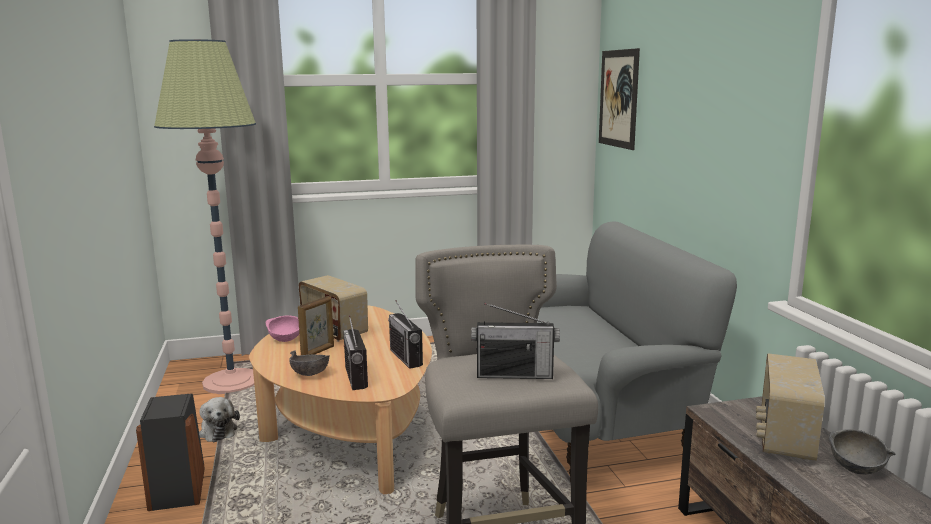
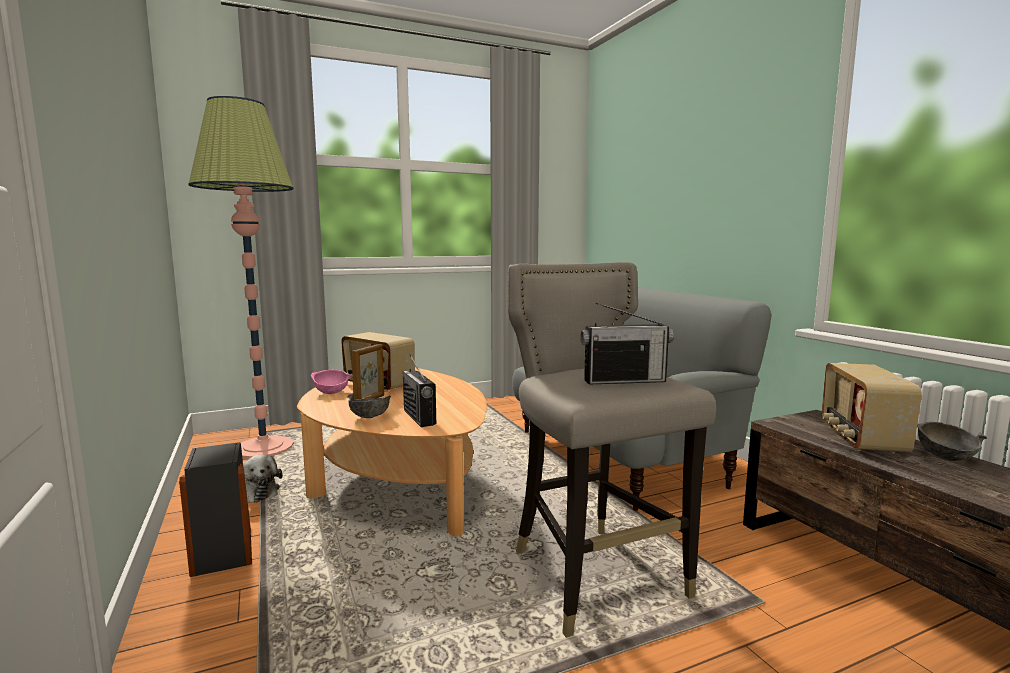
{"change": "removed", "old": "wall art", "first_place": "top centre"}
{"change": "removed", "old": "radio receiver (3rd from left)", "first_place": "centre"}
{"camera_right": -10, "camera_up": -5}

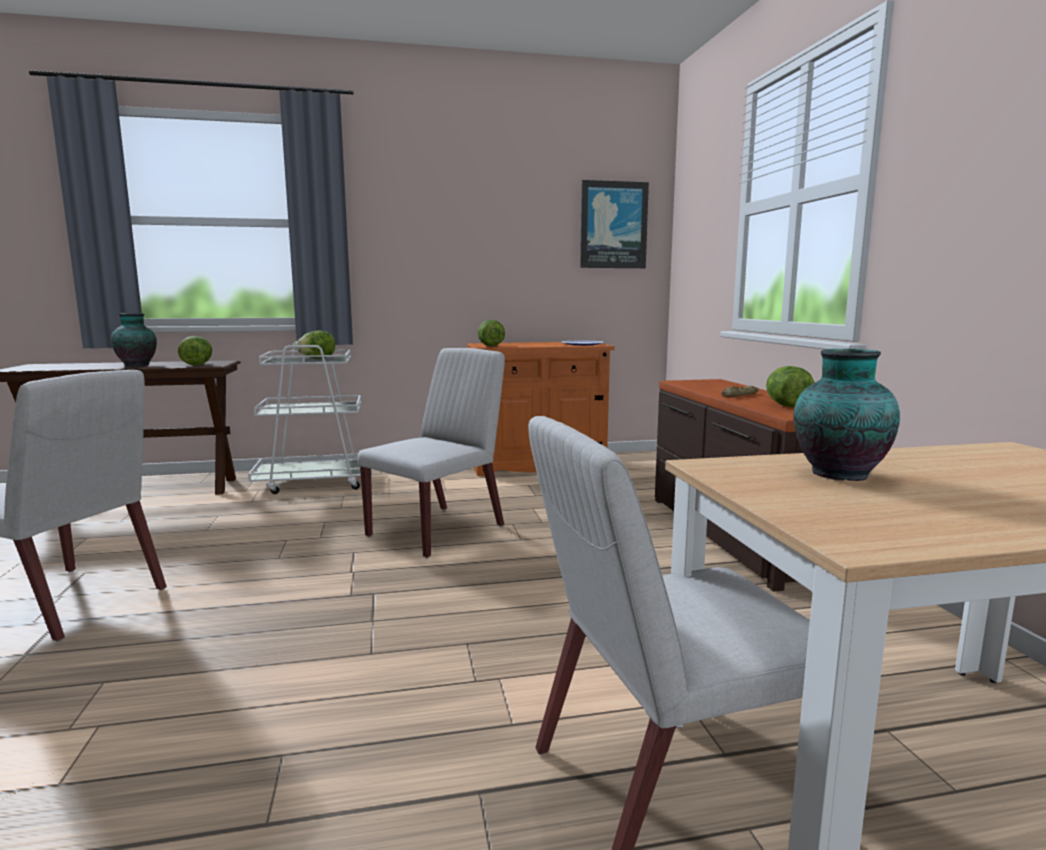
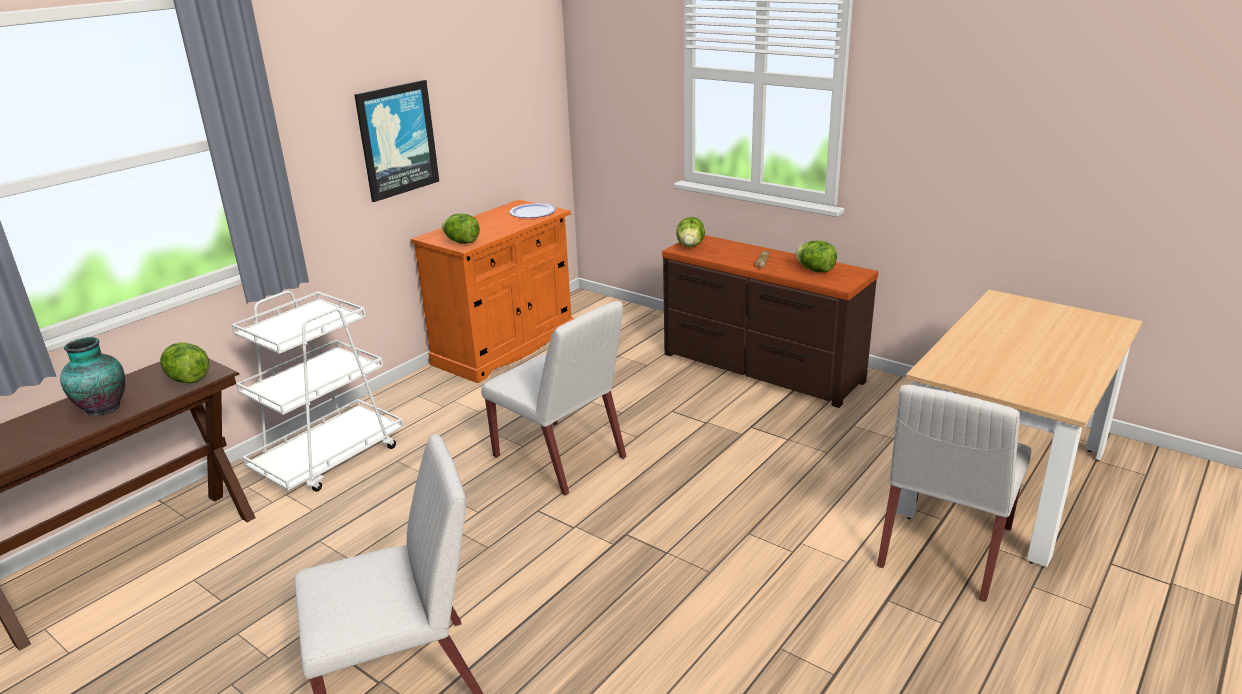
{"change": "moved", "old": "wall art", "first_place": "top centre", "second_place": "top left"}
{"change": "moved", "old": "lettuce head (2nd from left in the first image)", "new": "lettuce head (3rd from left)", "first_place": "middle left", "second_place": "centre"}
{"change": "turned", "old": "upright chair (white-coloured) (2nd from left)", "first_place": "centre", "second_place": "centre", "degrees": 135}
{"change": "removed", "old": "vase (2nd from left)", "first_place": "middle right"}
{"camera_right": -40, "camera_up": 15}

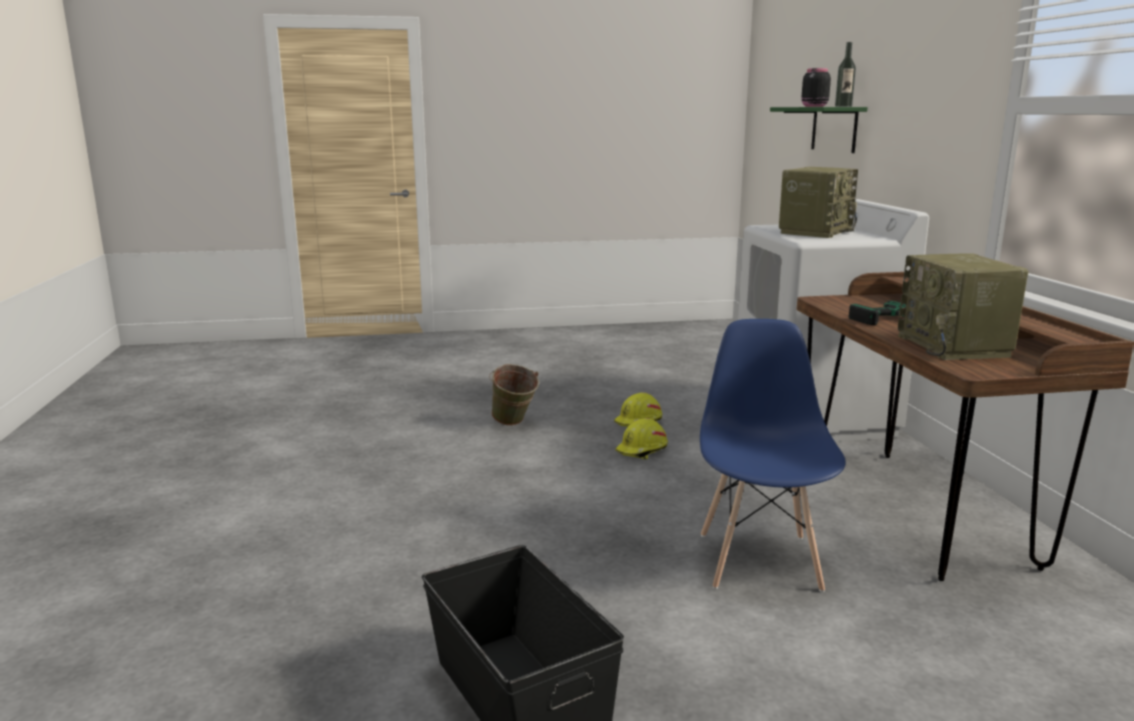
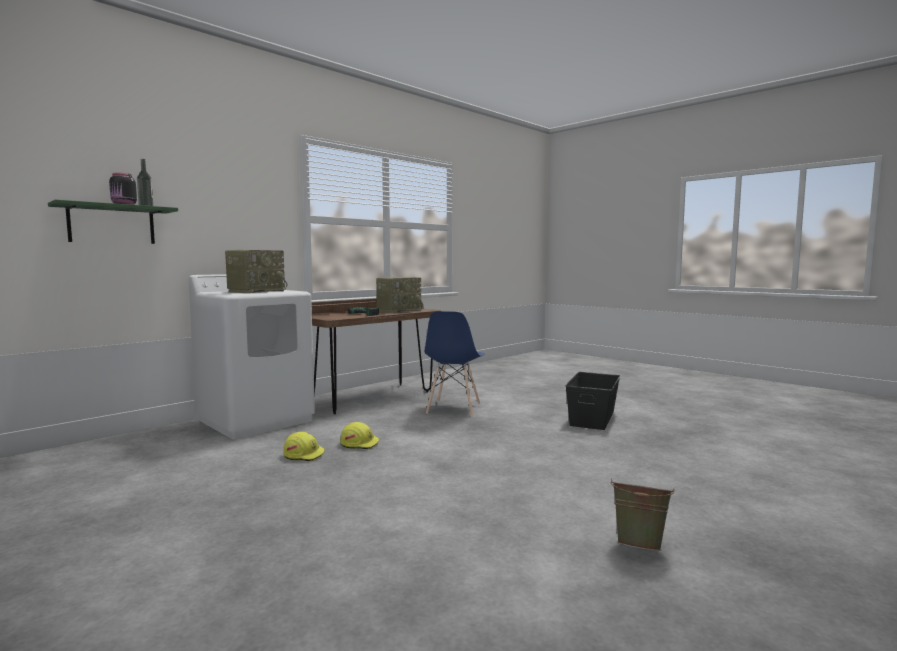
{"change": "turned", "old": "radio receiver (1st from left)", "first_place": "top right", "second_place": "middle left", "degrees": 120}
{"change": "turned", "old": "upright chair (bluish)", "first_place": "middle right", "second_place": "centre", "degrees": -45}
{"change": "moved", "old": "water bucket (greenish)", "first_place": "centre", "second_place": "bottom right"}
{"camera_right": -125, "camera_up": -10}

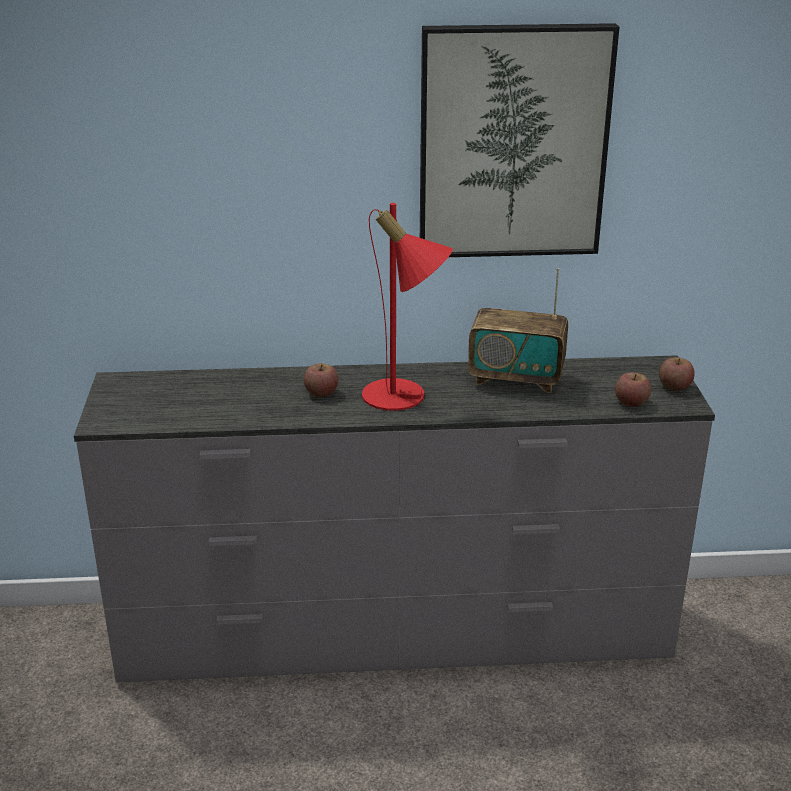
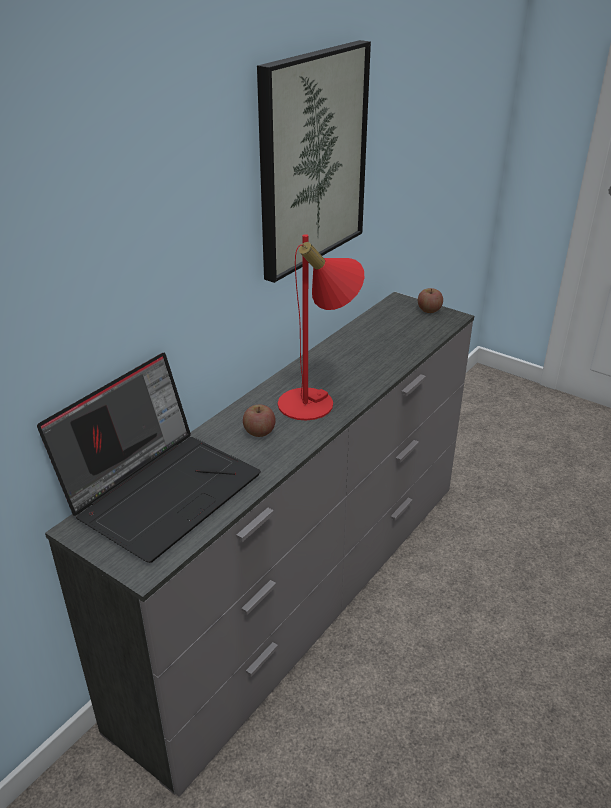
{"change": "removed", "old": "radio receiver", "first_place": "centre"}
{"change": "removed", "old": "apple (2nd from left)", "first_place": "middle right"}
{"change": "added", "new": "laptop", "second_place": "middle left"}
{"camera_right": -50, "camera_up": 5}

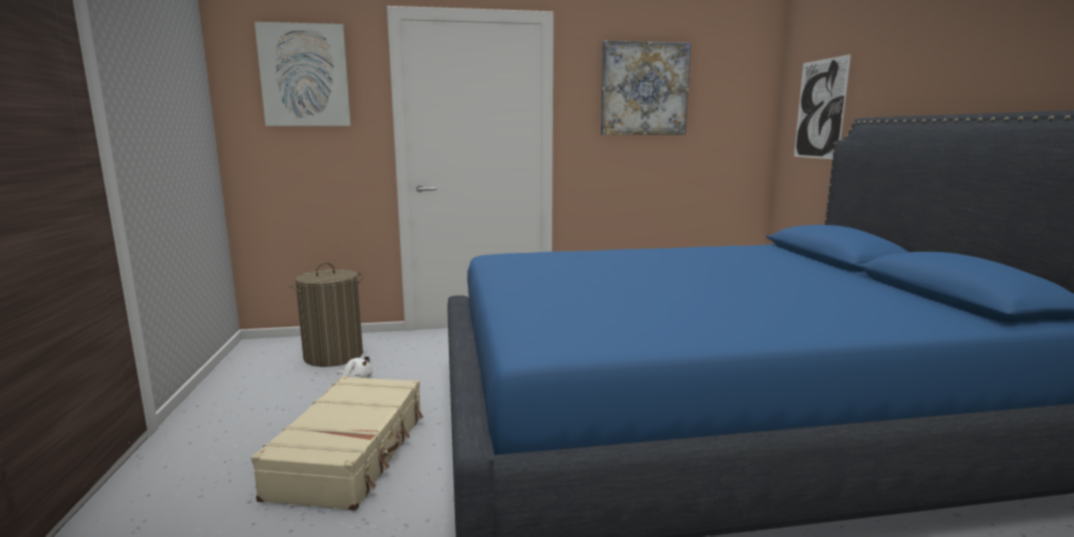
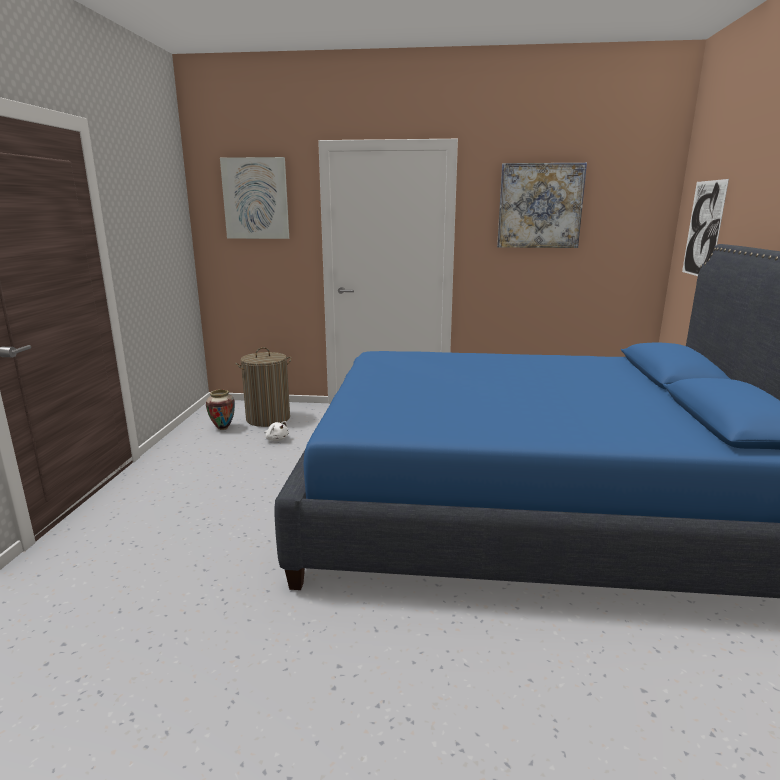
{"change": "removed", "old": "piece of luggage (sand-coloured)", "first_place": "bottom left"}
{"change": "added", "new": "vase", "second_place": "middle left"}
{"camera_right": 15, "camera_up": 5}

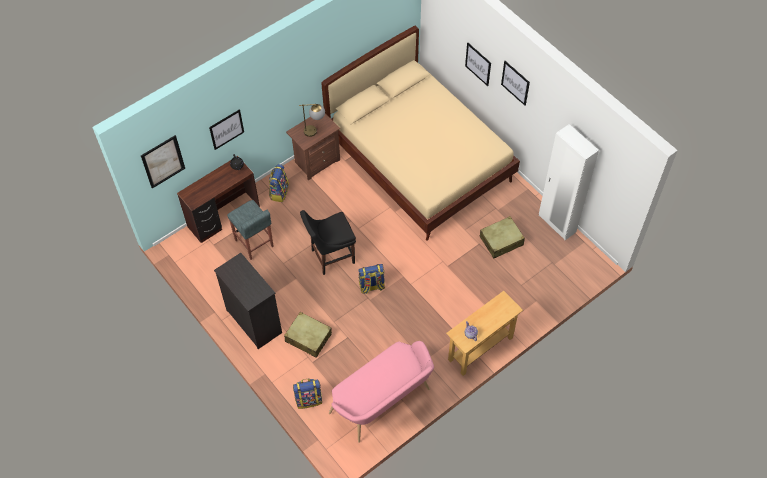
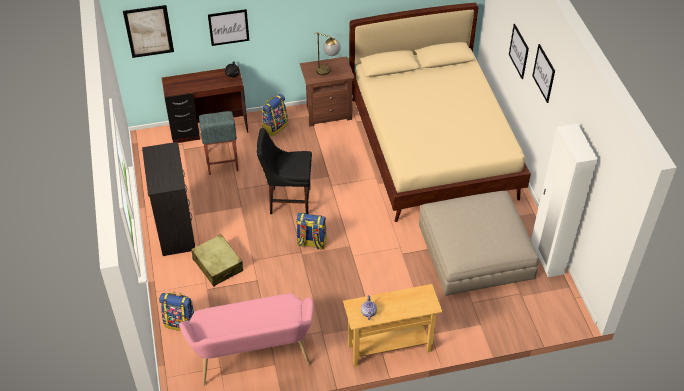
{"change": "replaced", "old": "piece of luggage (sand-coloured) (2nd from left)", "new": "ottoman (sand-coloured)", "first_place": "centre", "second_place": "middle right"}
{"camera_right": 25, "camera_up": -10}

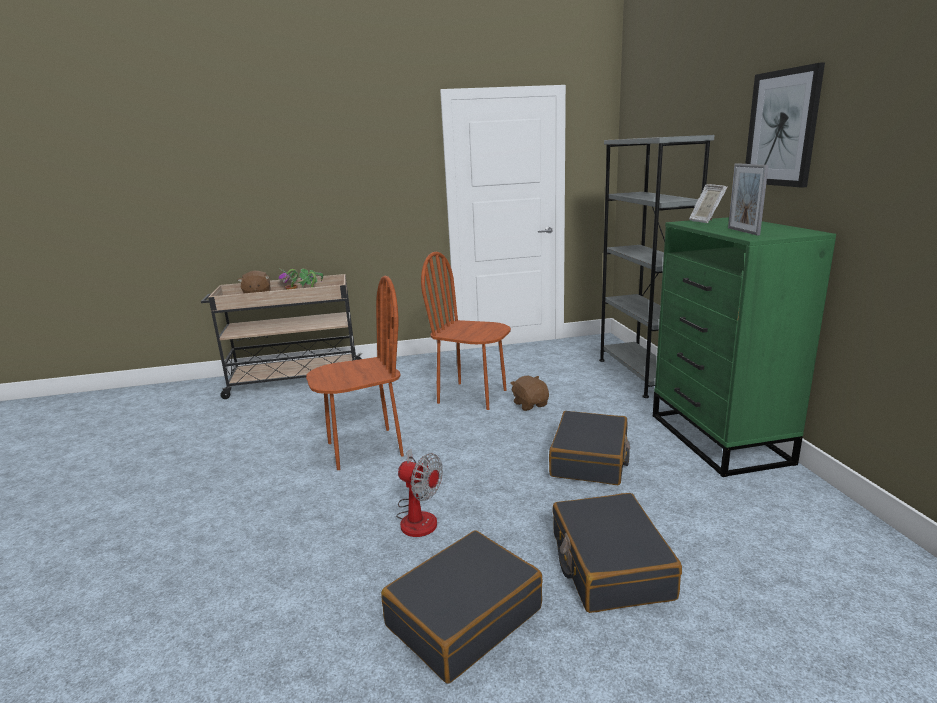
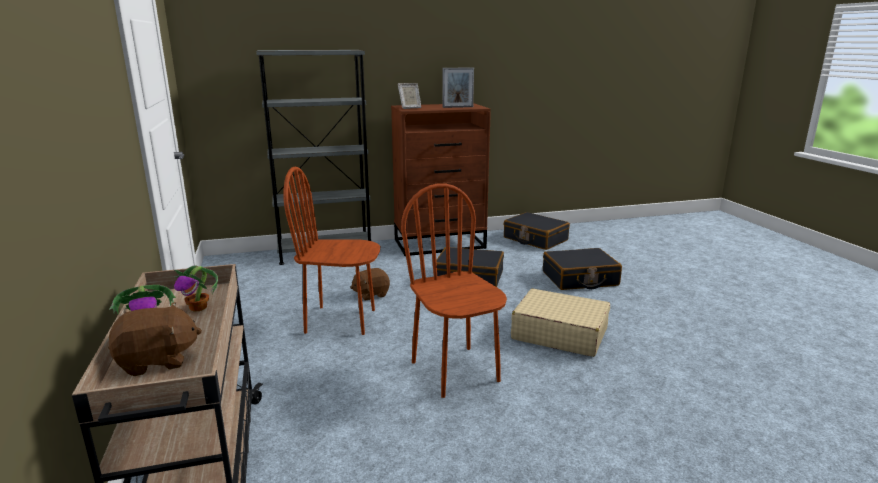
{"change": "removed", "old": "wall art", "first_place": "top right"}
{"change": "recoloured", "old": "dresser (greenish)", "new": "dresser (brown)", "first_place": "middle right", "second_place": "centre"}
{"change": "turned", "old": "upright chair (brown) (2nd from left in the first image)", "first_place": "centre", "second_place": "centre", "degrees": 75}
{"change": "replaced", "old": "fan", "new": "piece of luggage (sand-coloured)", "first_place": "bottom centre", "second_place": "bottom centre"}
{"change": "moved", "old": "piece of luggage (black-coloured) (1st from left in the first image)", "new": "piece of luggage (black-coloured) (2nd from left)", "first_place": "bottom centre", "second_place": "centre"}
{"camera_right": -95, "camera_up": 0}

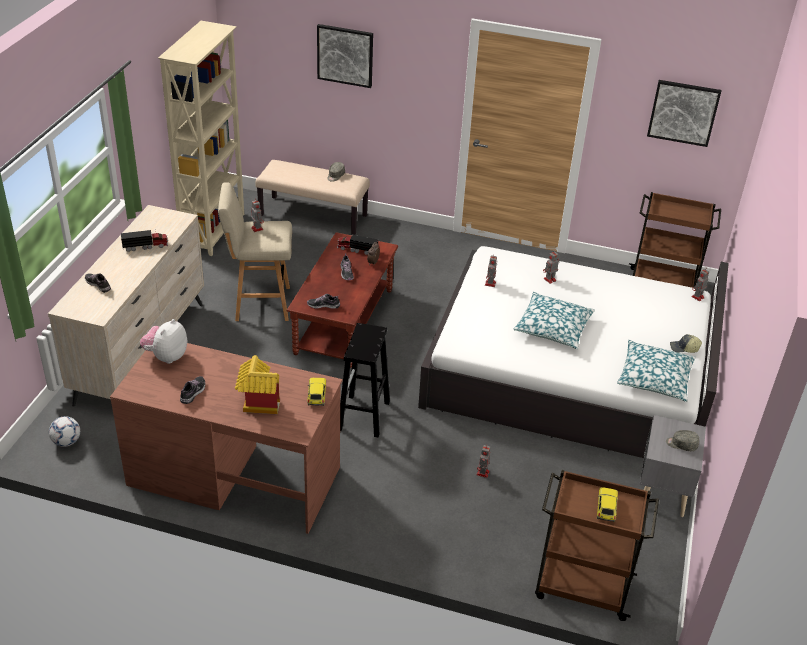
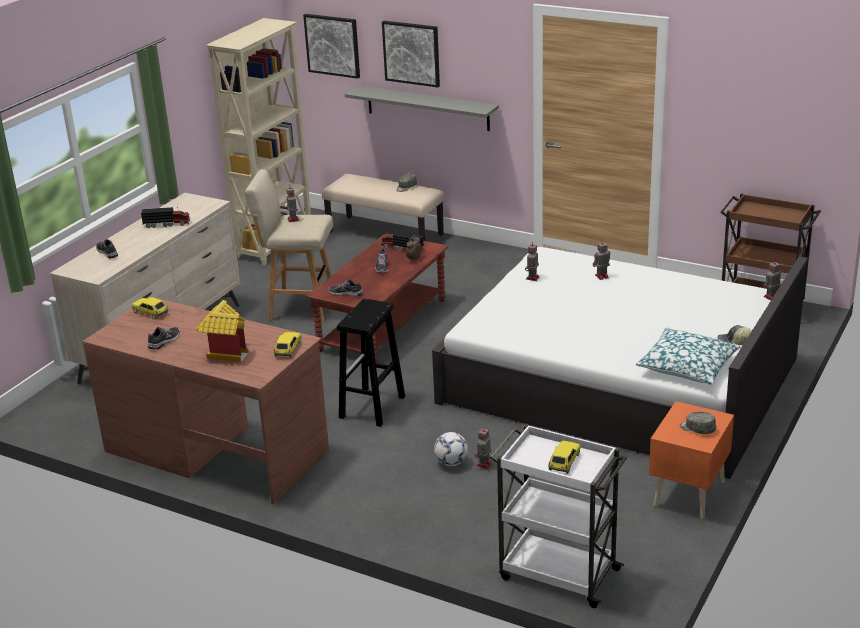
{"change": "moved", "old": "wall art (2nd from left in the first image)", "new": "wall art (1st from left)", "first_place": "top right", "second_place": "top centre"}
{"change": "removed", "old": "cushion (1st from left)", "first_place": "middle right"}
{"change": "replaced", "old": "soft toy", "new": "model car (1st from left)", "first_place": "middle left", "second_place": "middle left"}
{"change": "recoloured", "old": "night table (gray)", "new": "night table (orange)", "first_place": "bottom right", "second_place": "bottom right"}
{"change": "moved", "old": "football ball", "first_place": "bottom left", "second_place": "bottom centre"}
{"change": "recoloured", "old": "cart (brown) (1st from left)", "new": "cart (white-coloured)", "first_place": "bottom right", "second_place": "bottom centre"}
{"change": "added", "new": "wall shelf (gray)", "second_place": "top centre"}
{"camera_right": 15, "camera_up": -10}

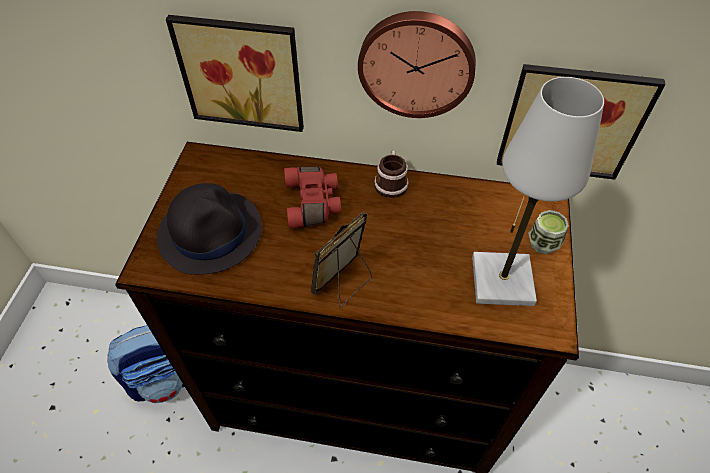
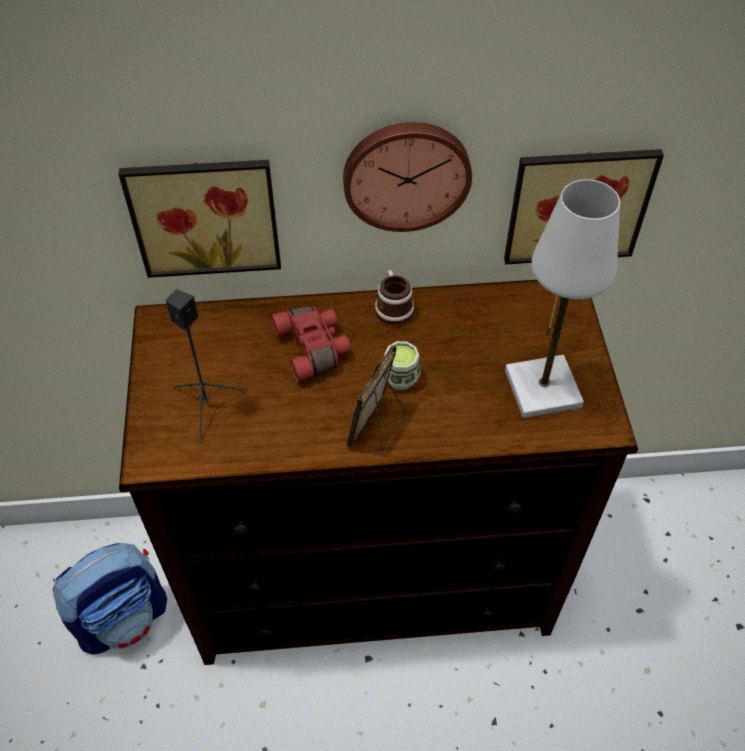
{"change": "replaced", "old": "clothing hat (black-coloured)", "new": "audio speaker (black-coloured)", "first_place": "middle left", "second_place": "middle left"}
{"change": "moved", "old": "drinking cup", "first_place": "middle right", "second_place": "centre"}
{"camera_right": -15, "camera_up": 0}

